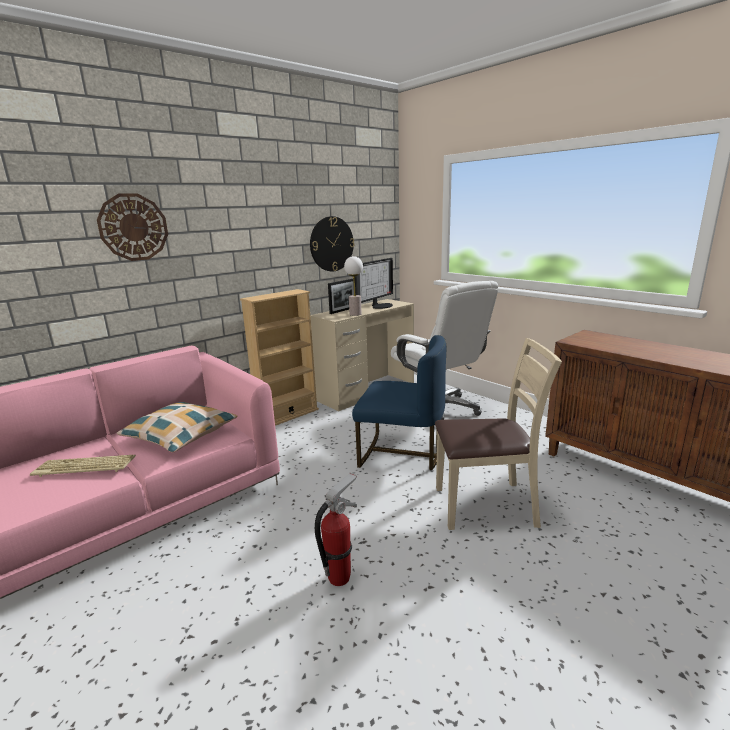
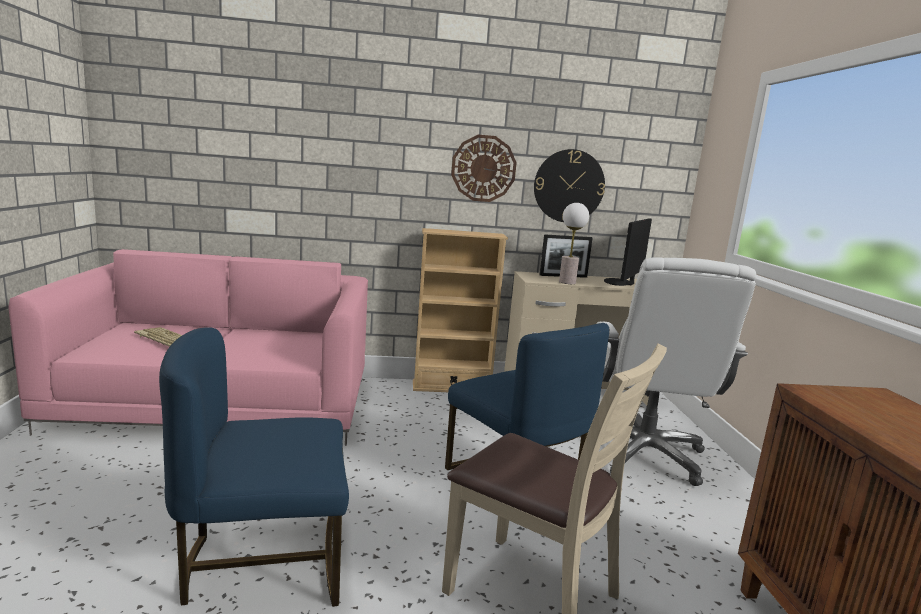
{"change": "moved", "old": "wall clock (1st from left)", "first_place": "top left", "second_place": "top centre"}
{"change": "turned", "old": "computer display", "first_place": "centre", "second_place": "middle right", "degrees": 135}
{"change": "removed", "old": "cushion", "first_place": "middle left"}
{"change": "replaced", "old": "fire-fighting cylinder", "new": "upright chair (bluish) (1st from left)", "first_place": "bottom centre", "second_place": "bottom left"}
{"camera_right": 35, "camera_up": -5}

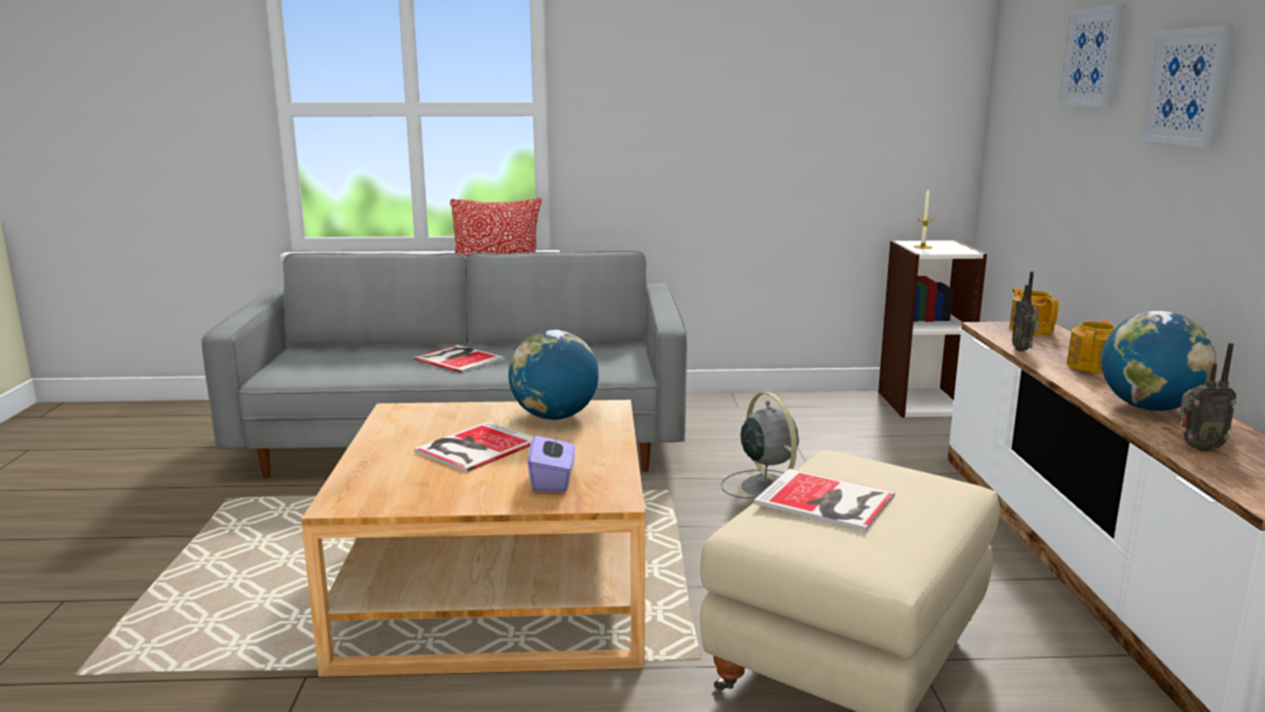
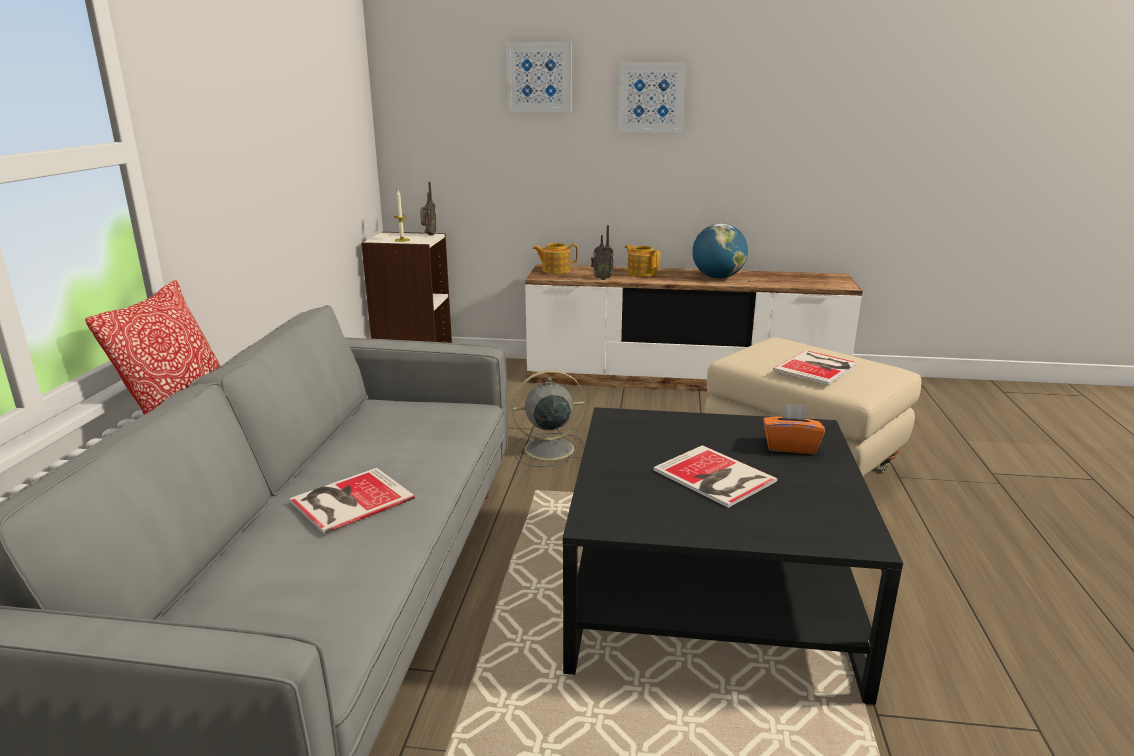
{"change": "removed", "old": "world globe (1st from left)", "first_place": "centre"}
{"change": "moved", "old": "radio receiver (2nd from left in the first image)", "new": "radio receiver (1st from left)", "first_place": "middle right", "second_place": "top centre"}
{"change": "recoloured", "old": "low table (sand-coloured)", "new": "low table (black-coloured)", "first_place": "bottom centre", "second_place": "bottom centre"}
{"change": "recoloured", "old": "tissue holder (purple)", "new": "tissue holder (orange)", "first_place": "centre", "second_place": "middle right"}
{"camera_right": -80, "camera_up": 5}

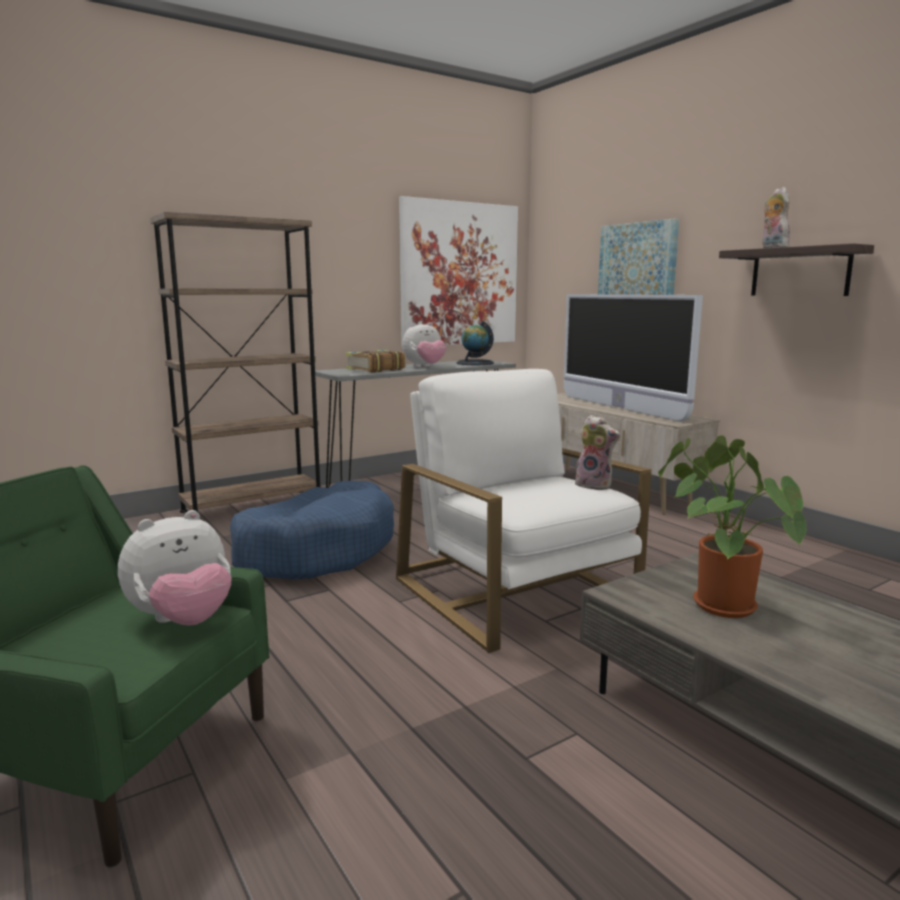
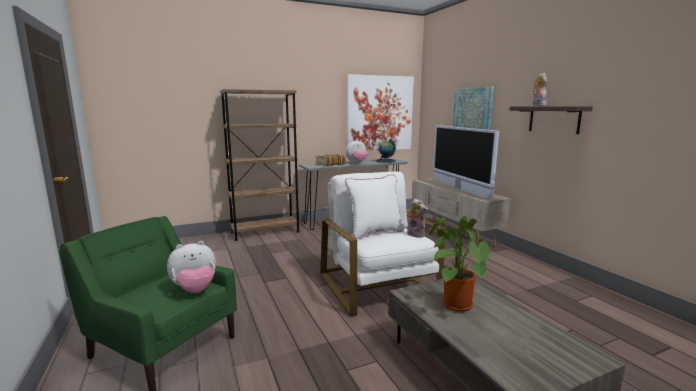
{"change": "removed", "old": "dog bed (bluish)", "first_place": "centre"}
{"change": "added", "new": "cushion (white-coloured)", "second_place": "centre"}
{"camera_right": 10, "camera_up": 0}

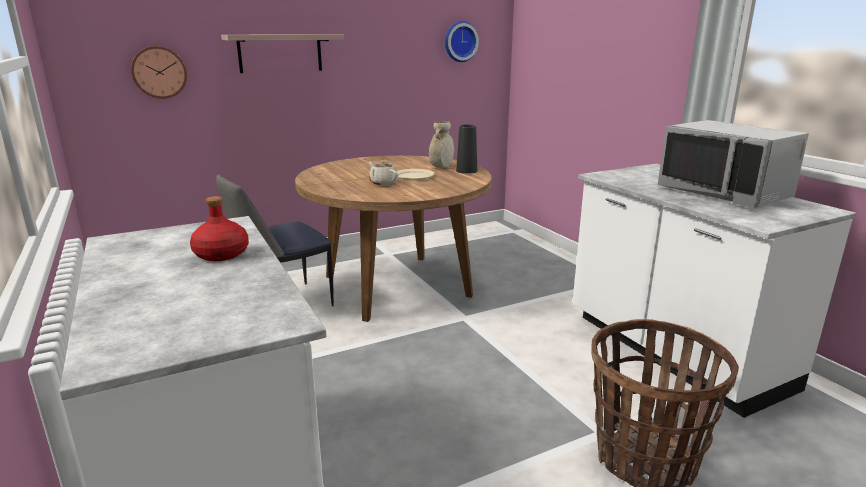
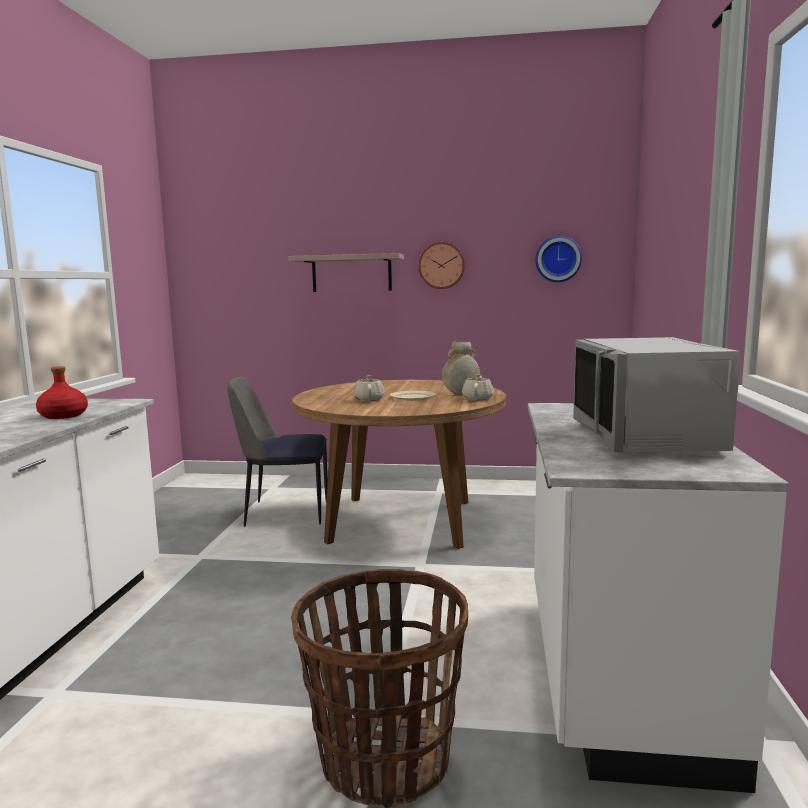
{"change": "moved", "old": "wall clock (1st from left)", "first_place": "top left", "second_place": "top centre"}
{"change": "replaced", "old": "vase (black-coloured)", "new": "pot for tea (sand-coloured) (2nd from left)", "first_place": "top centre", "second_place": "centre"}
{"camera_right": 35, "camera_up": -10}

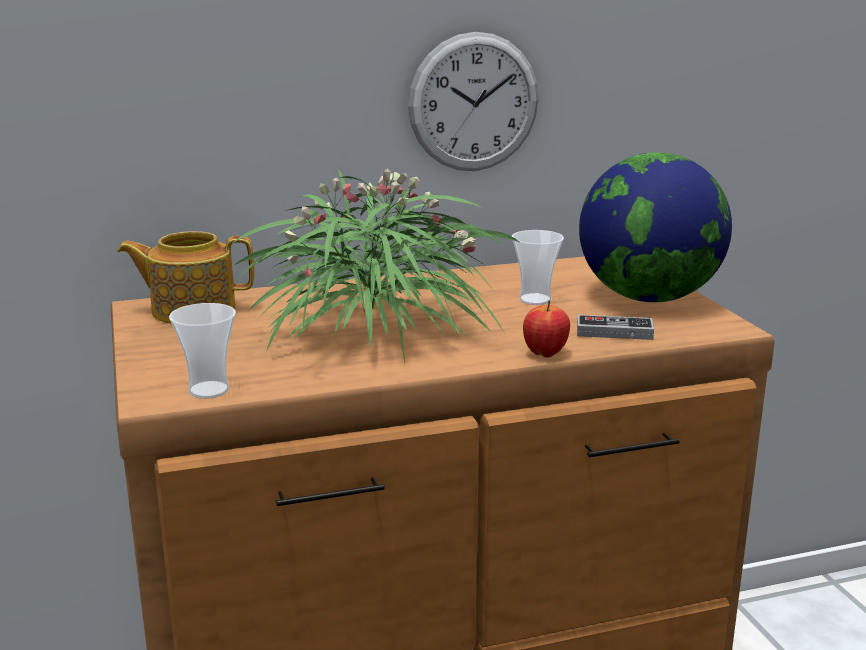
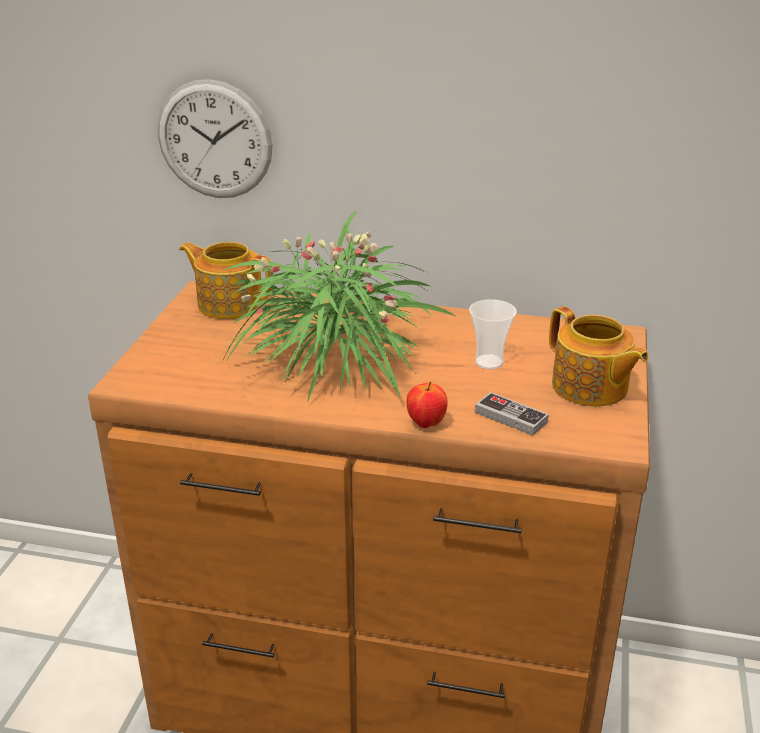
{"change": "moved", "old": "wall clock", "first_place": "top centre", "second_place": "top left"}
{"change": "replaced", "old": "world globe", "new": "pot for tea (2nd from left)", "first_place": "middle right", "second_place": "middle right"}
{"change": "removed", "old": "drinking cup (1st from left)", "first_place": "middle left"}
{"camera_right": 30, "camera_up": 10}

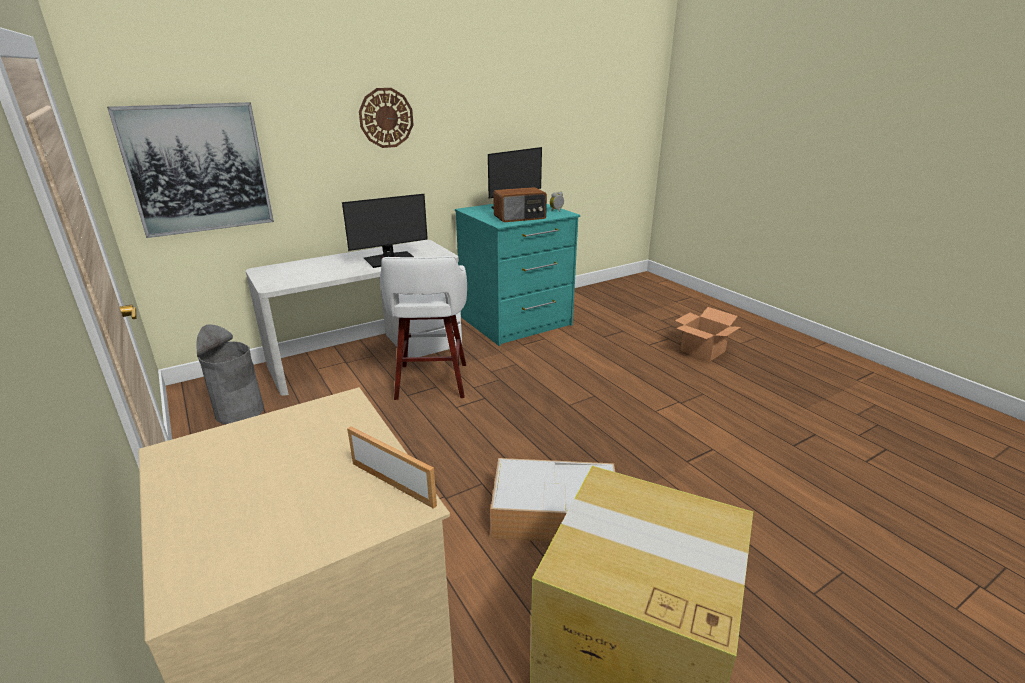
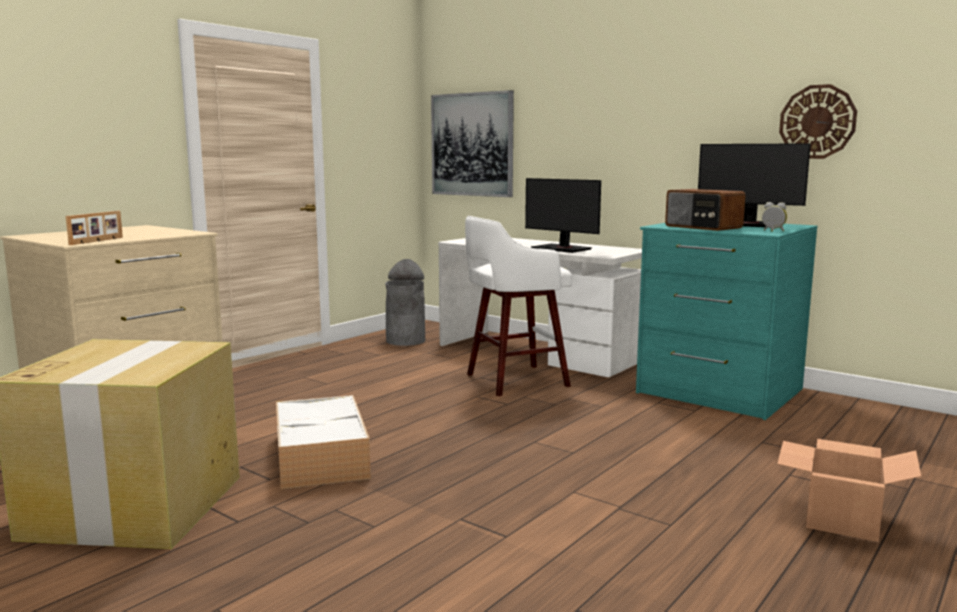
{"change": "moved", "old": "wall clock", "first_place": "top centre", "second_place": "top right"}
{"camera_right": 70, "camera_up": -15}

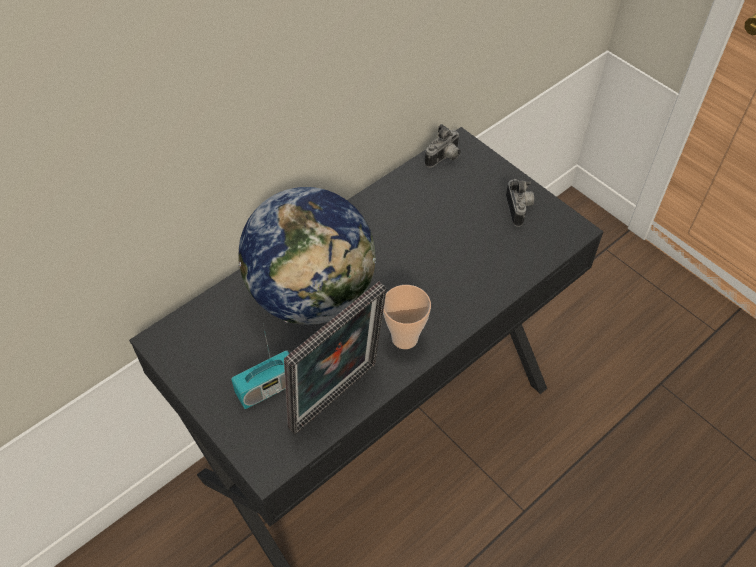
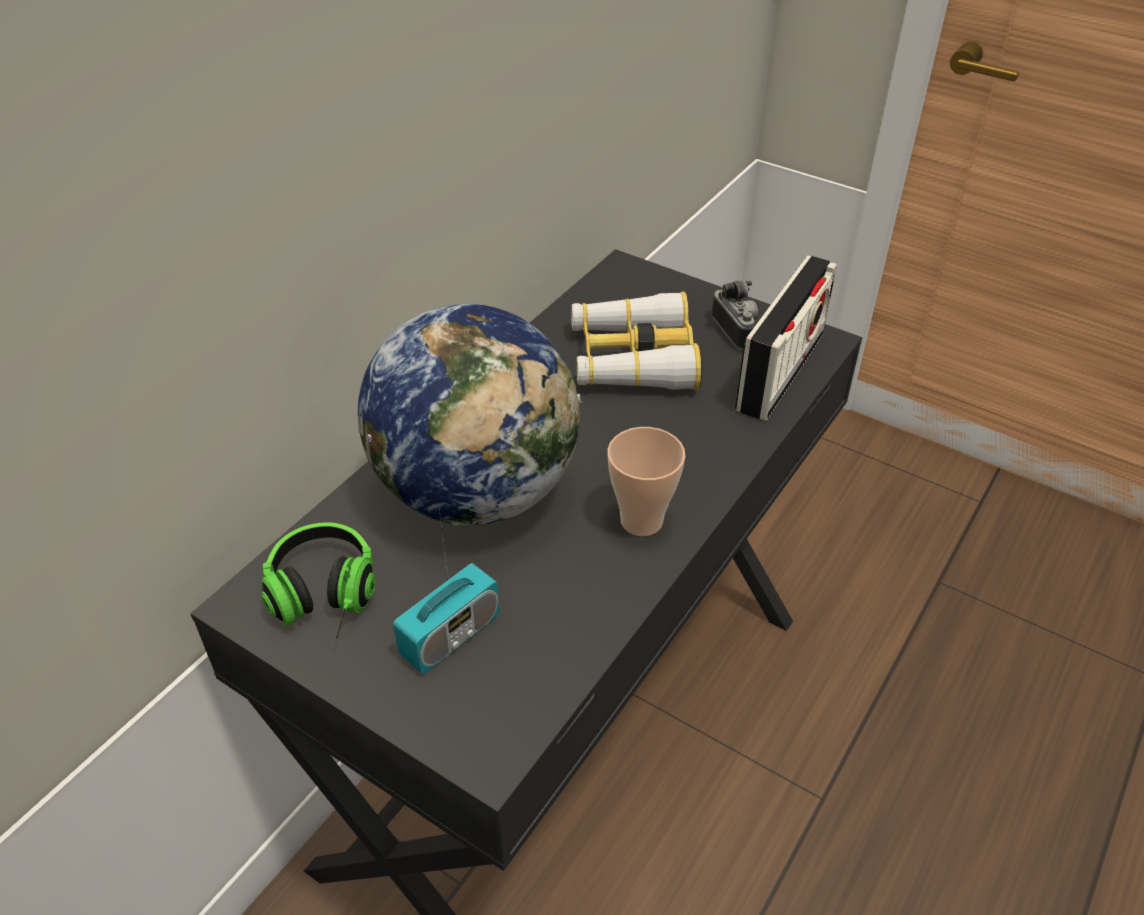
{"change": "removed", "old": "still camera (1st from left)", "first_place": "top centre"}
{"change": "removed", "old": "standing frame", "first_place": "centre"}
{"change": "added", "new": "radio receiver (2nd from left)", "second_place": "middle right"}
{"change": "added", "new": "field glasses", "second_place": "centre"}
{"change": "added", "new": "pair of headphones", "second_place": "middle left"}
{"camera_right": -15, "camera_up": -10}

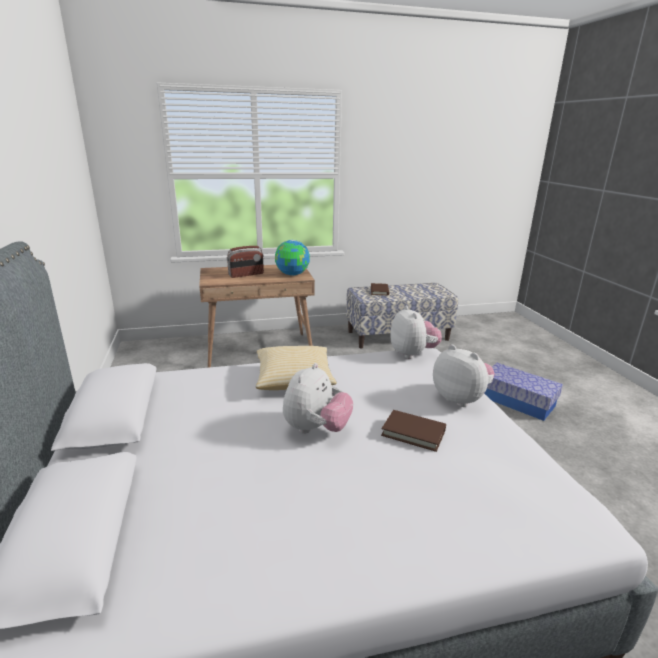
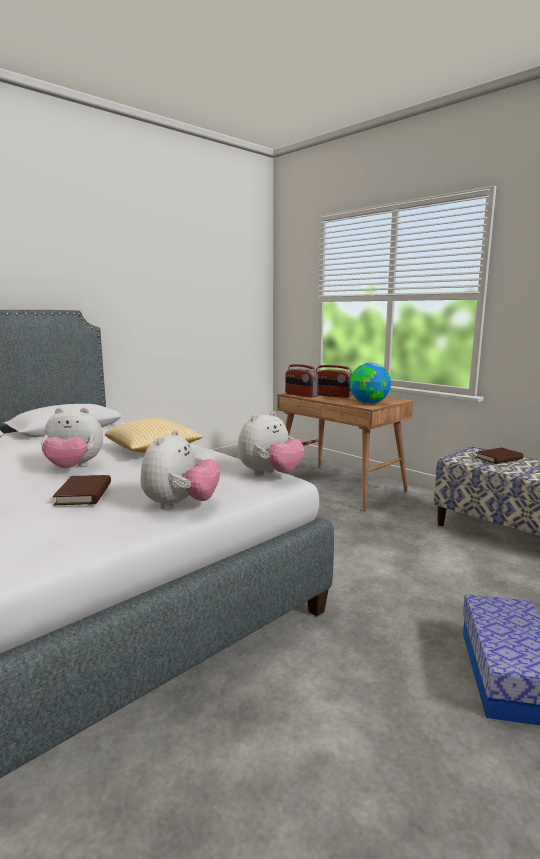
{"change": "added", "new": "radio receiver (1st from left)", "second_place": "centre"}
{"camera_right": 60, "camera_up": -10}

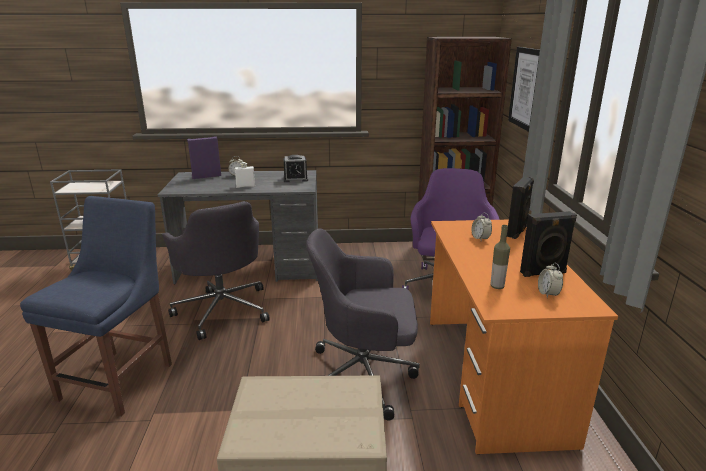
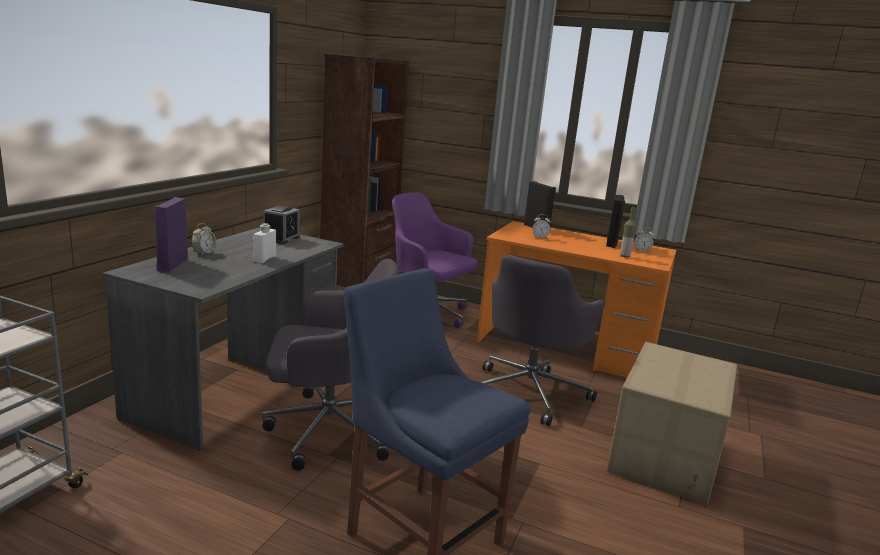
{"change": "removed", "old": "wall art", "first_place": "top right"}
{"camera_right": -65, "camera_up": -5}

